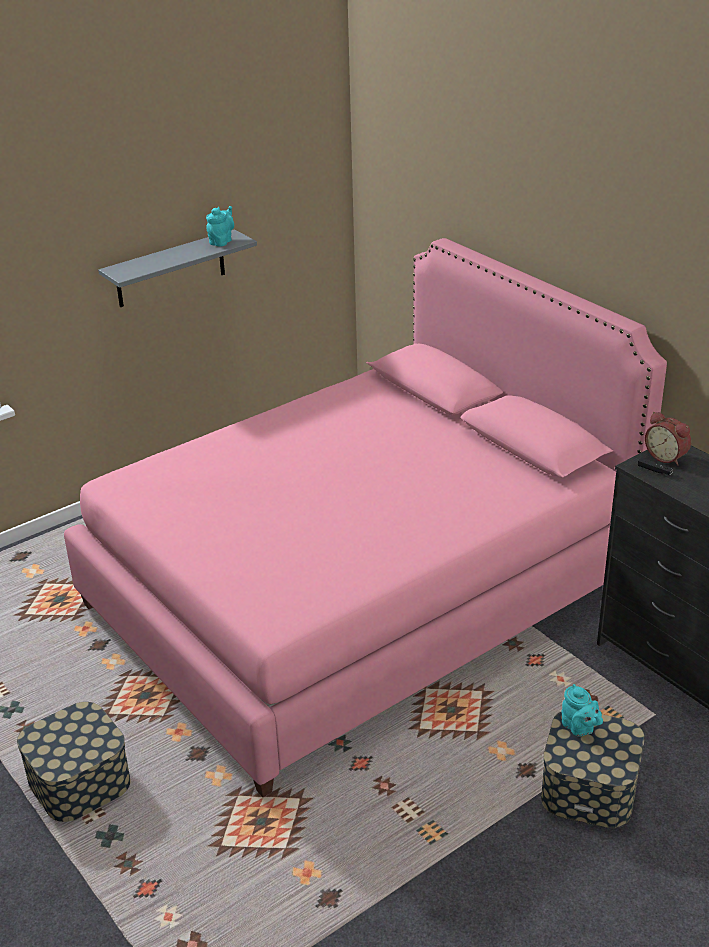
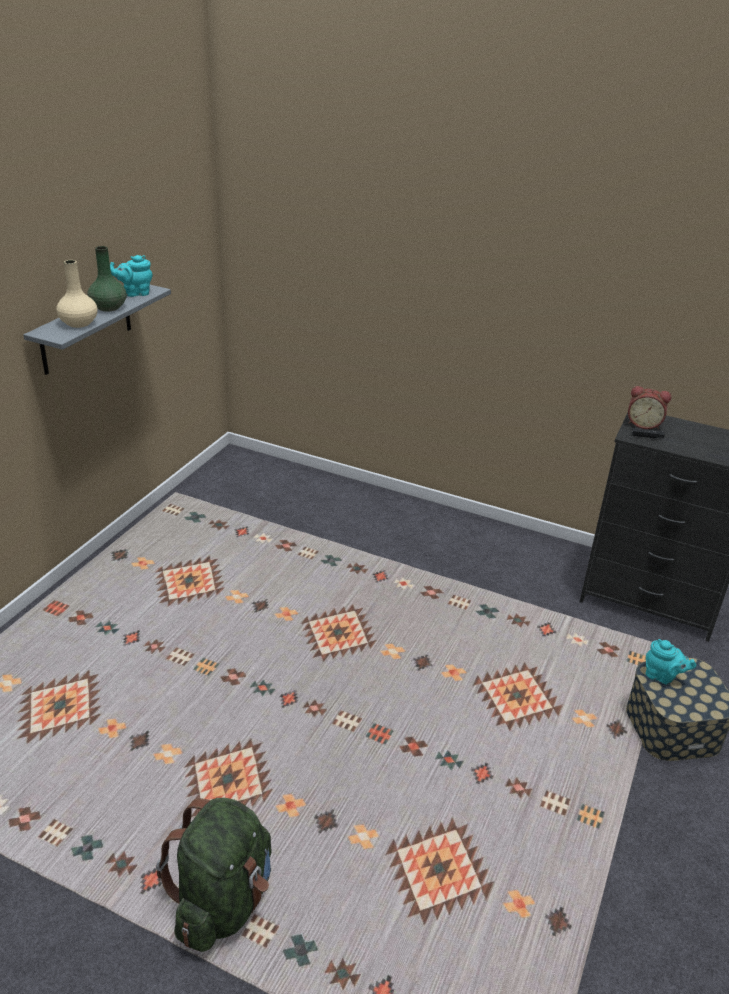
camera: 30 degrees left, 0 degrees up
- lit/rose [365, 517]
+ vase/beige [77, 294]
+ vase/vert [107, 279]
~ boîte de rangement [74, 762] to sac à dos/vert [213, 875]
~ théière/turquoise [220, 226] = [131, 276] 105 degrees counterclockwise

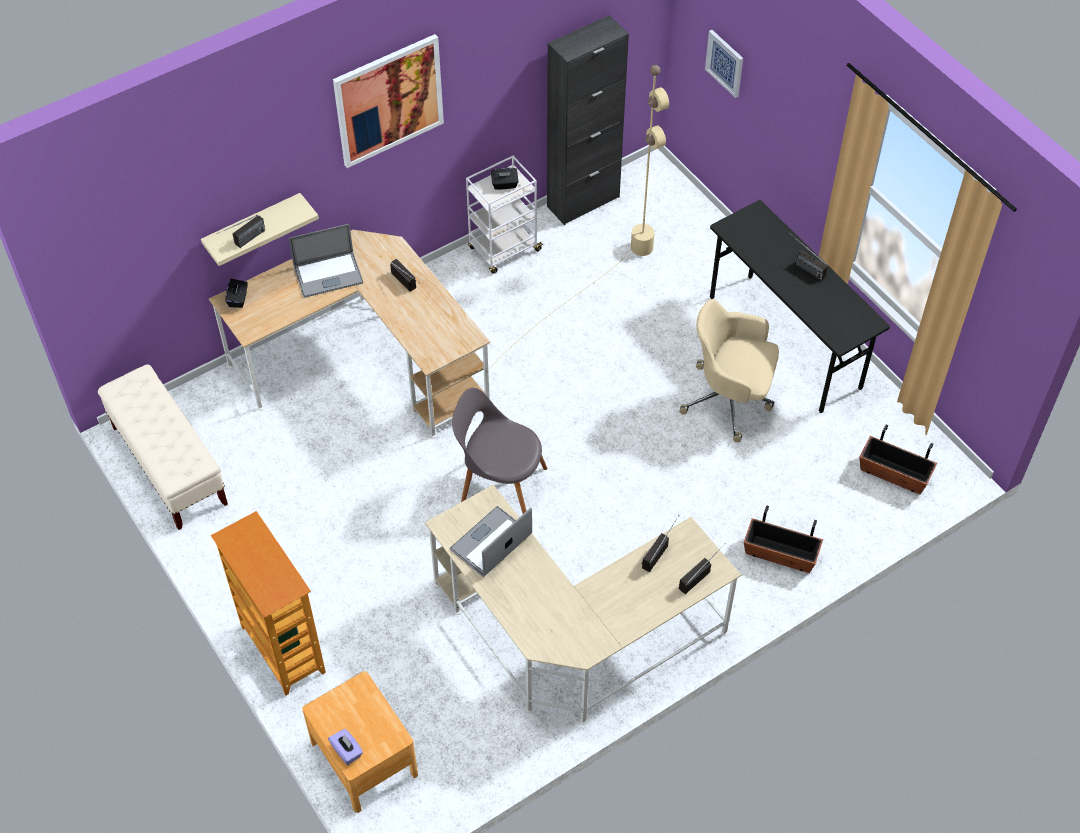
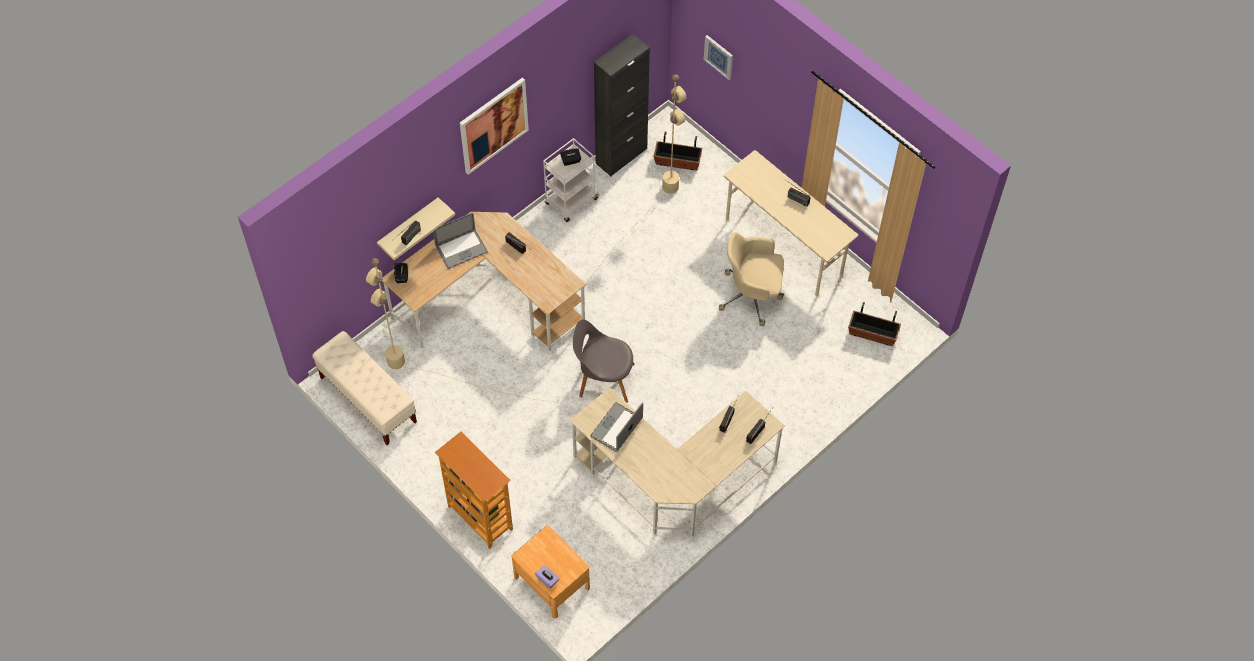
camera: 10 degrees left, 5 degrees up
+ lampadaire/beige [464, 330]
~ cache-pot [783, 539] to [678, 151]
~ bureau/noir [800, 306] to bureau/beige [790, 223]

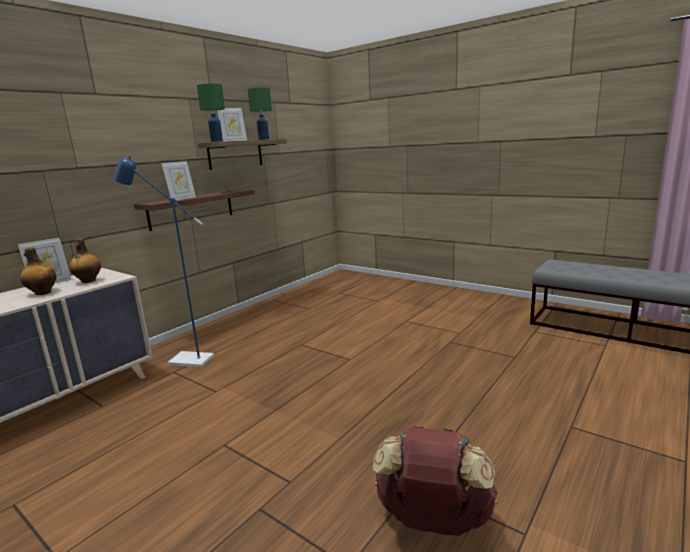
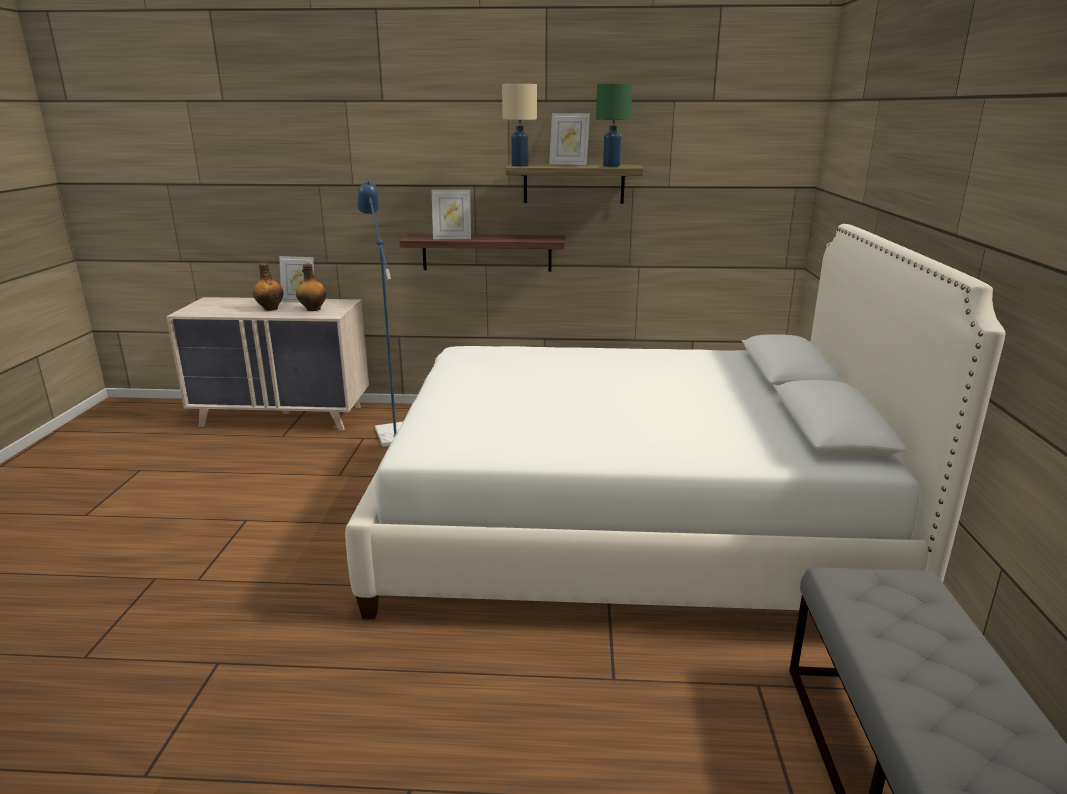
camera: 55 degrees right, 5 degrees up
- sac à dos/marron [435, 481]
+ lit/blanc [675, 422]
~ lampe de table/vert [211, 113] to lampe de table/beige [519, 125]

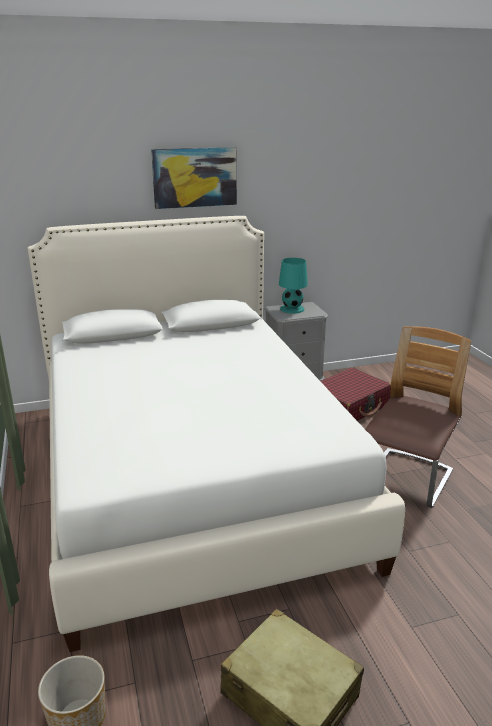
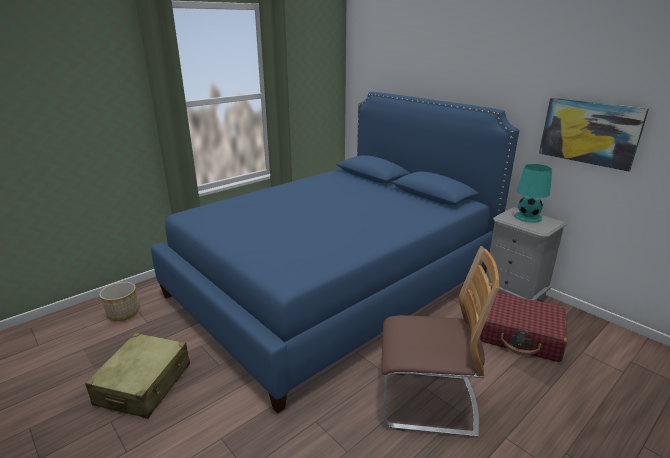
camera: 65 degrees right, 0 degrees up
~ tableau [194, 178] to [594, 135]
~ lit/blanc [216, 434] to lit/bleu [335, 252]

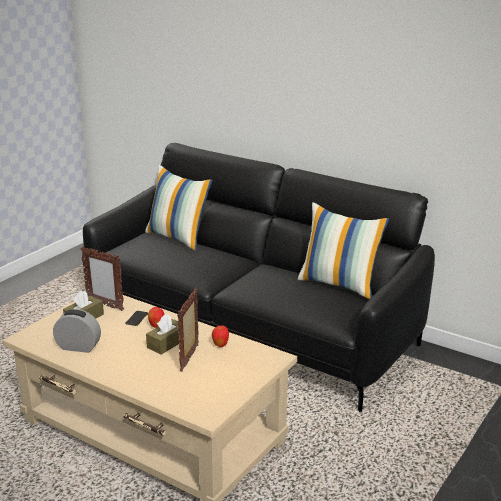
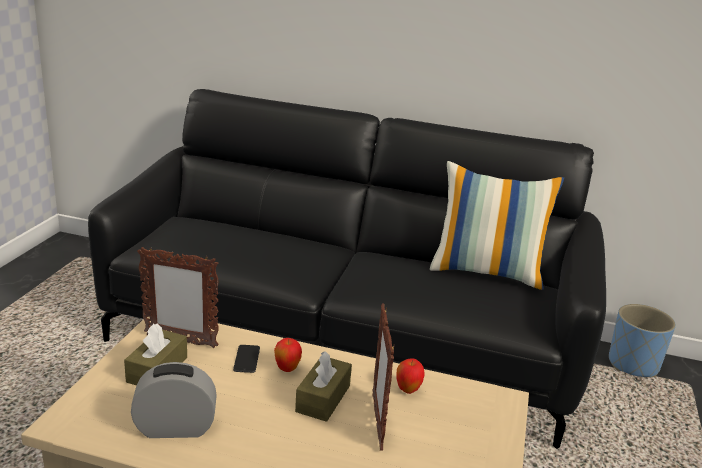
camera: 20 degrees left, 0 degrees up
- coussin [178, 208]
+ cache-pot/bleu [642, 340]

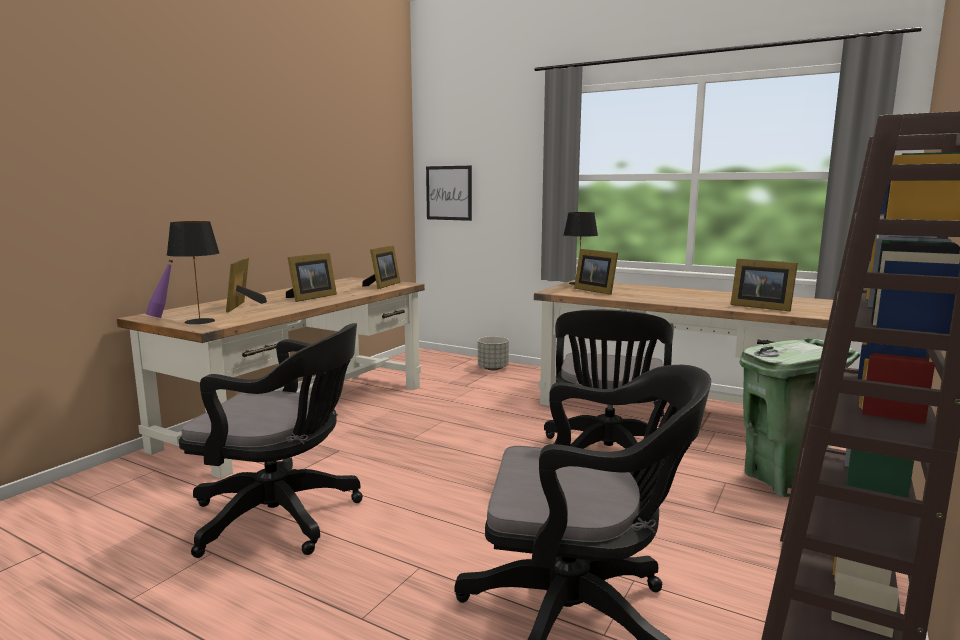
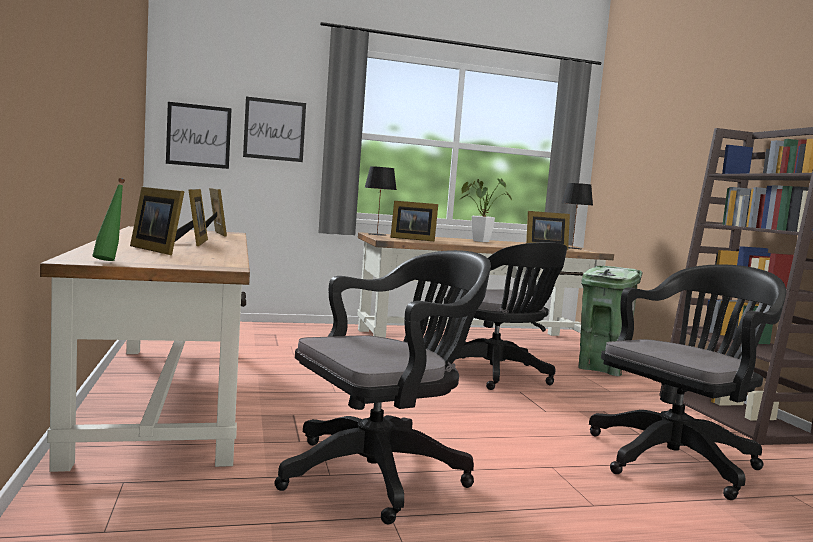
camera: 45 degrees left, 5 degrees down
- cache-pot/gris [493, 353]
+ tableau [274, 129]
+ plante en pot [485, 210]
~ lampe de table/noir [193, 273] to [577, 216]
~ bouteille/violet [159, 289] to bouteille/vert [108, 219]

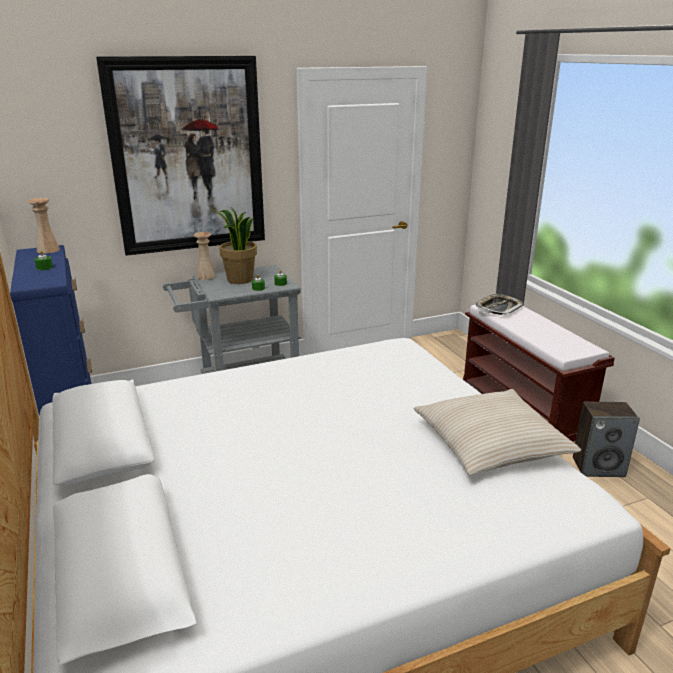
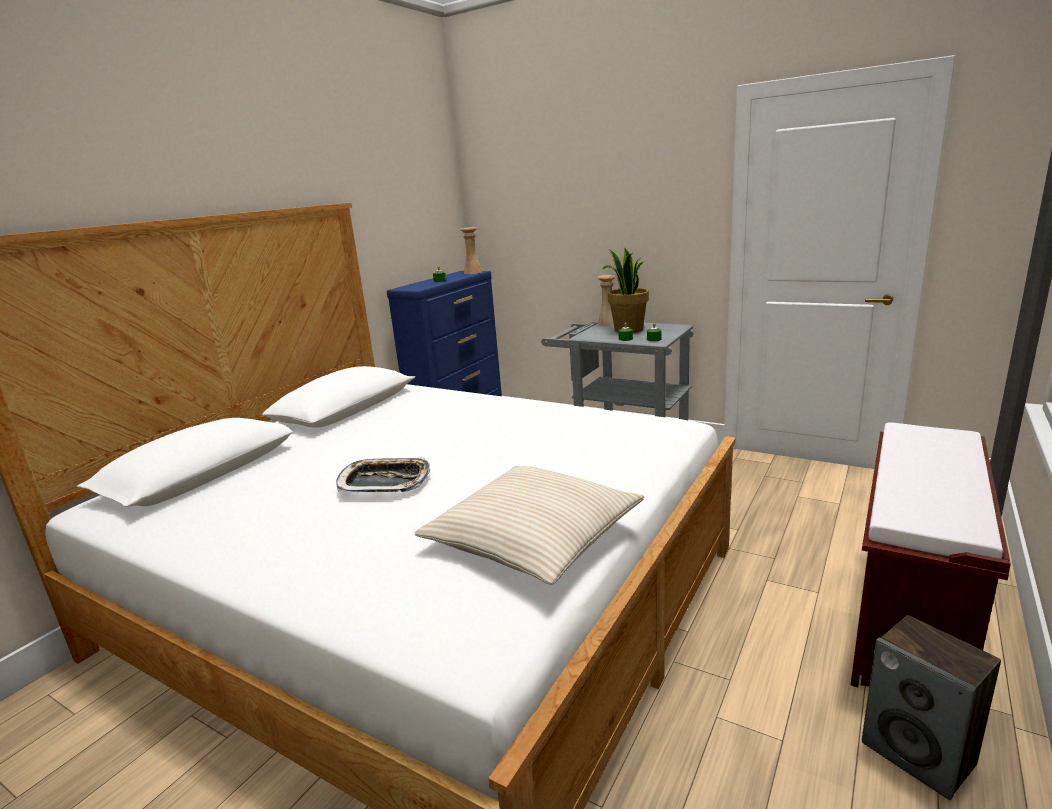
camera: 55 degrees right, 5 degrees down
- tableau [180, 156]
~ plateau [499, 304] to [383, 474]

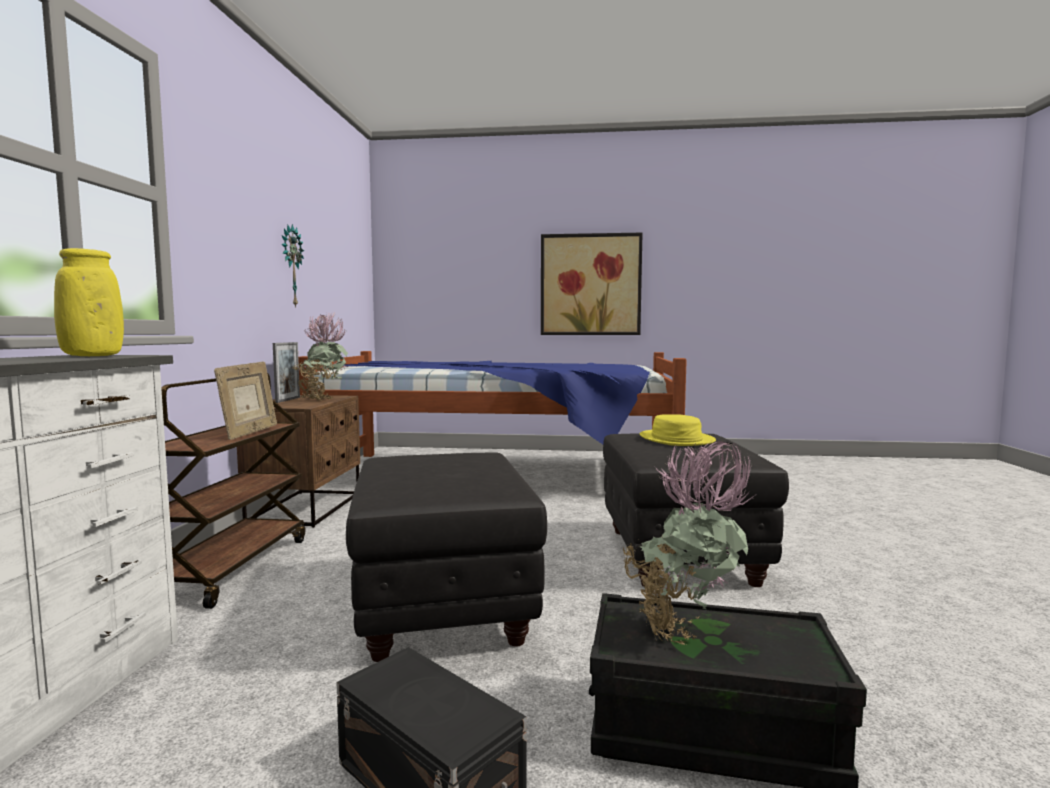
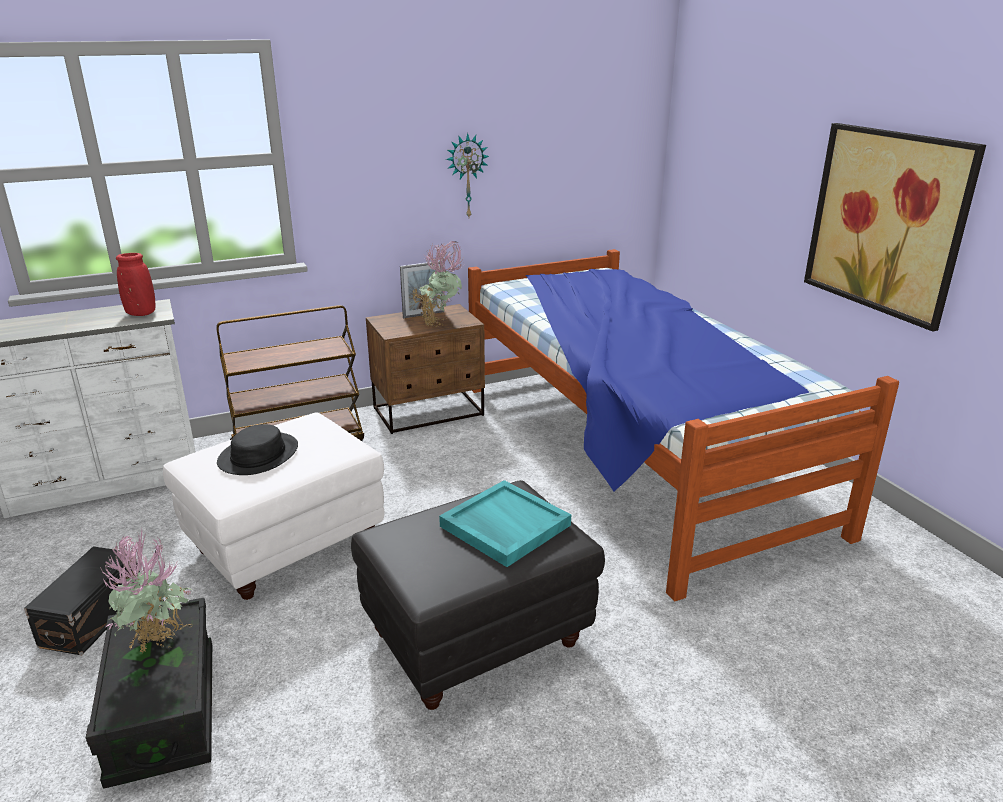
camera: 60 degrees right, 20 degrees up
- cadre photo [245, 401]
+ chapeau/noir [257, 449]
~ chapeau/jaune [677, 430] to plateau/turquoise [505, 523]
~ vase/jaune [89, 302] to vase/rouge [135, 284]
~ pouf/noir [446, 557] to pouf/blanc [274, 506]

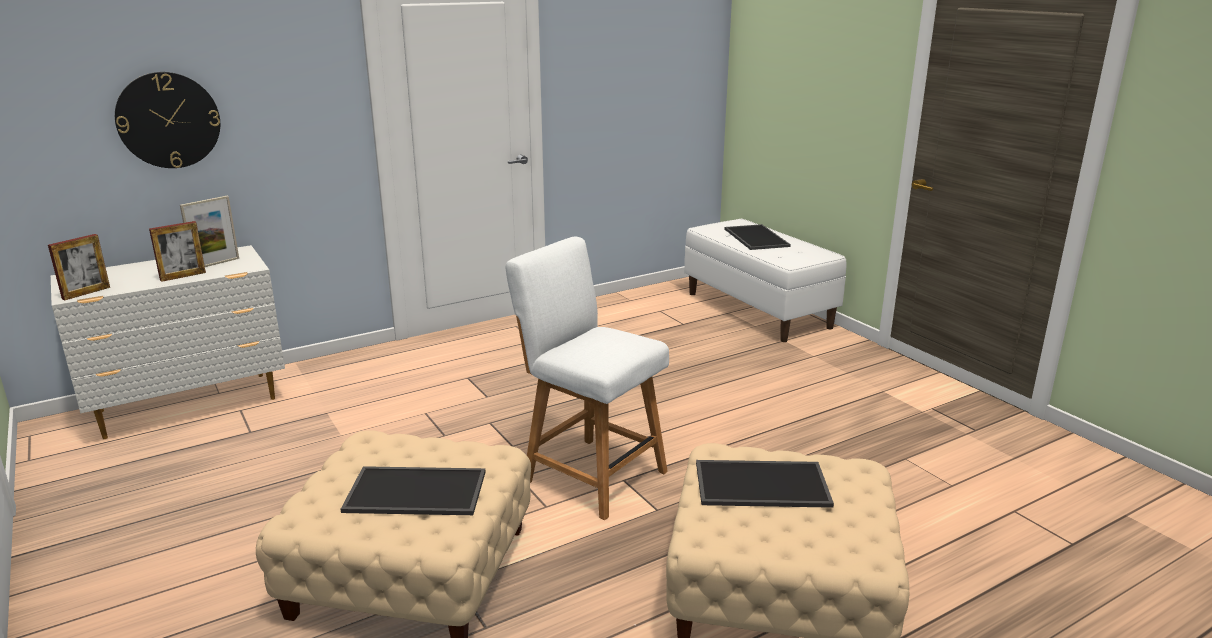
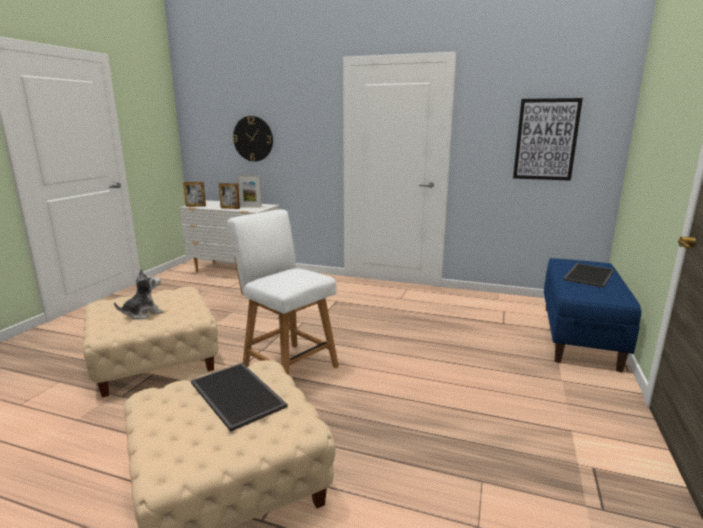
camera: 50 degrees right, 5 degrees down
+ tableau [548, 139]
~ plateau [413, 490] to peluche [138, 294]
~ banc/blanc [765, 280] to banc/bleu [592, 315]
~ chaise/blanc [587, 378] = [283, 292] 45 degrees counterclockwise

